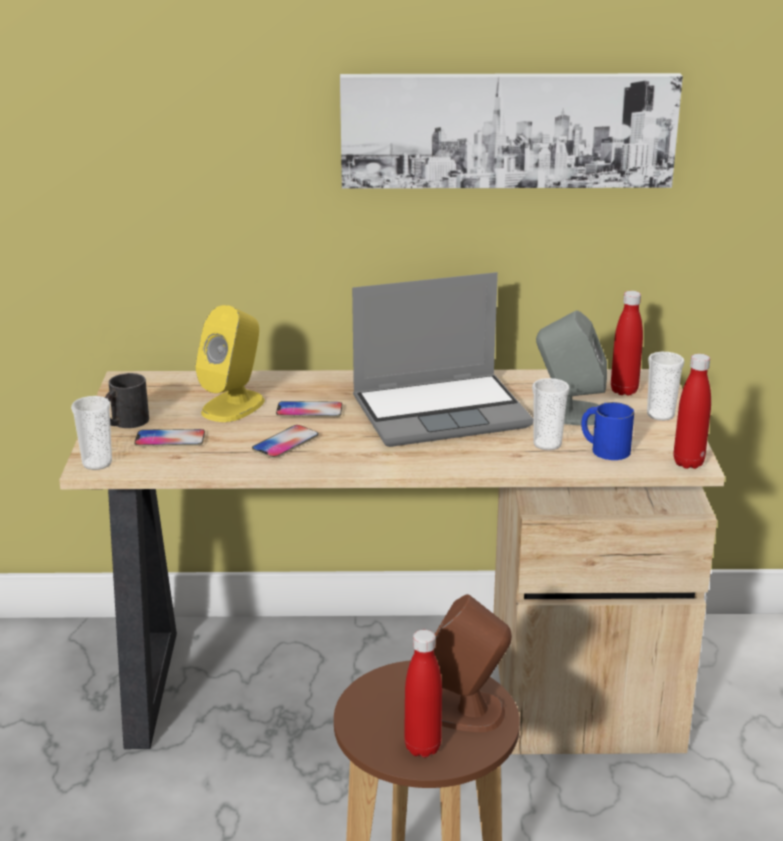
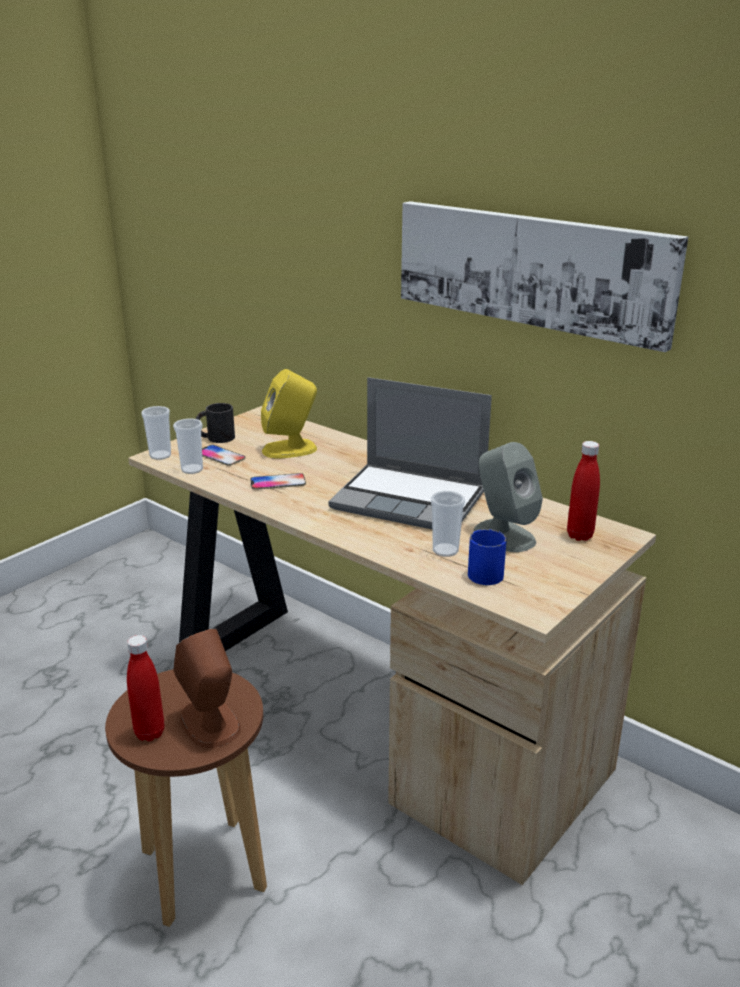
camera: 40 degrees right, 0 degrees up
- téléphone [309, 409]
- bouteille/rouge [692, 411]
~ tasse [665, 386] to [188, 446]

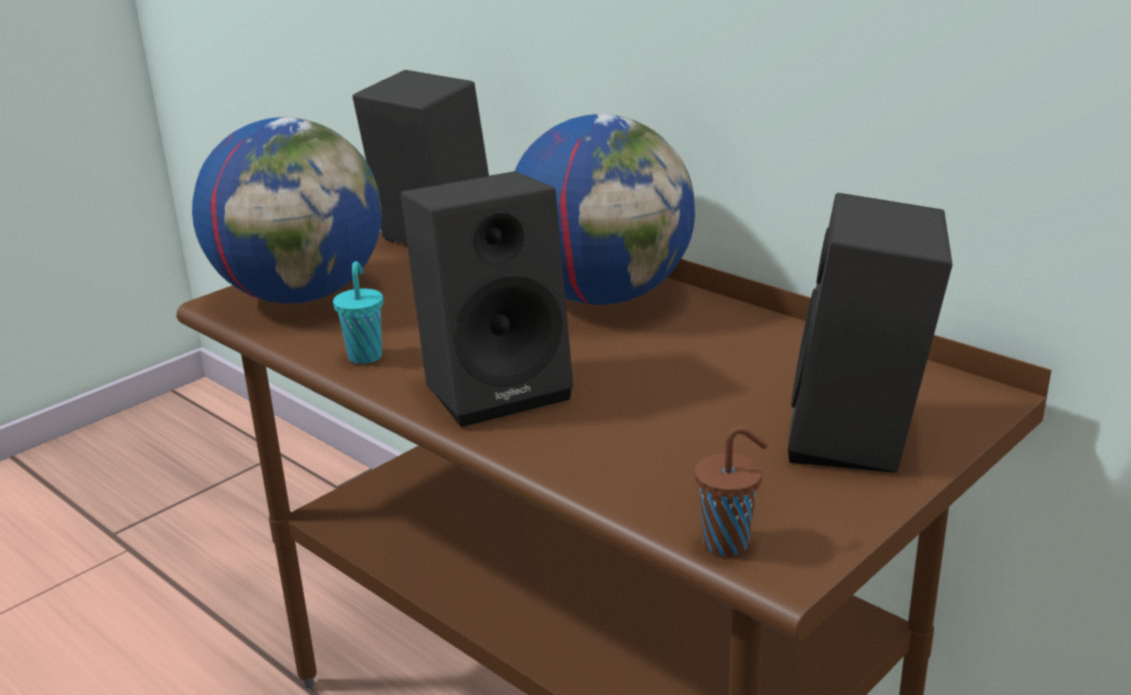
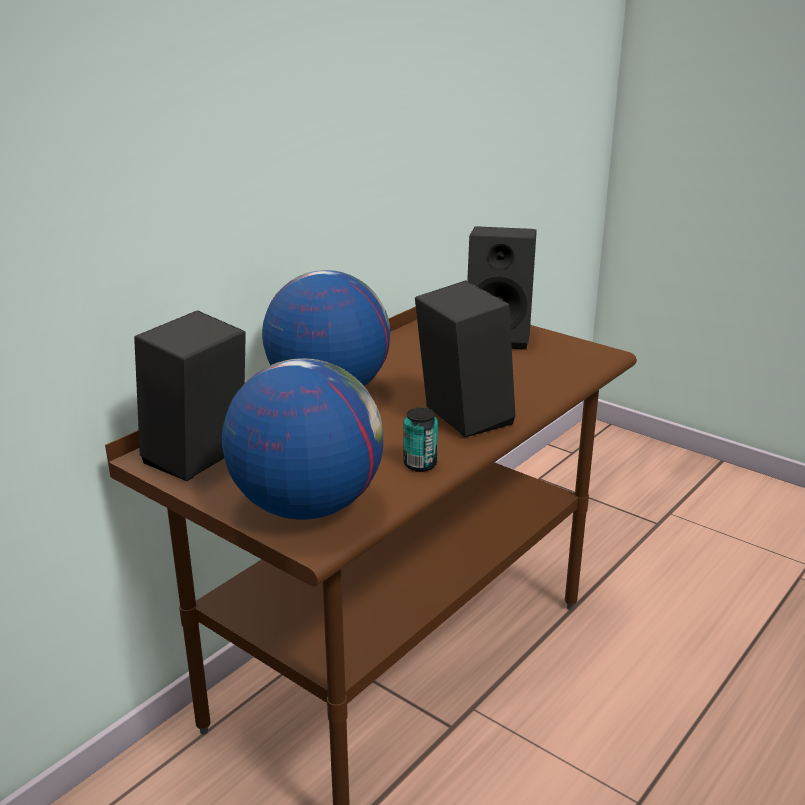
camera: 95 degrees left, 0 degrees up
- tasse/marron [731, 491]
~ tasse/turquoise [358, 312] to boîte métallique [421, 439]

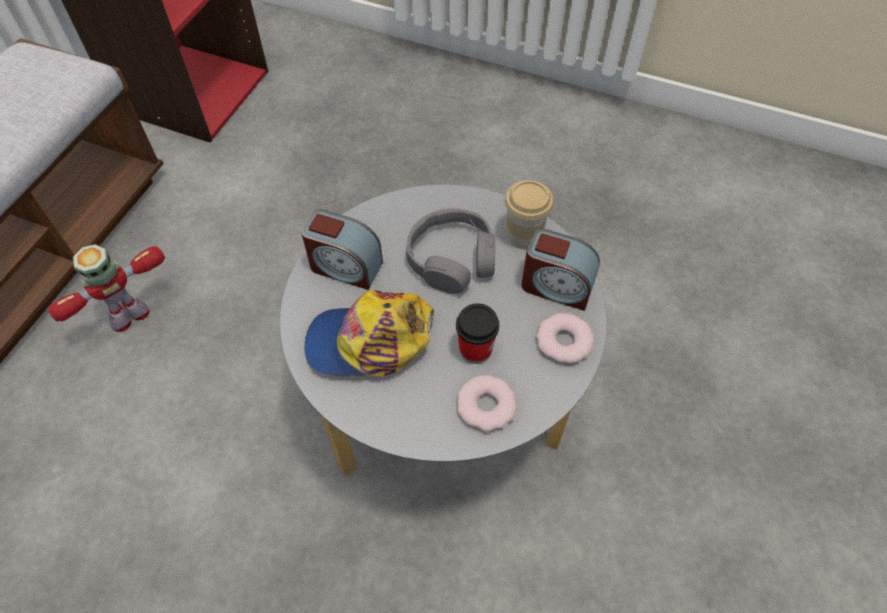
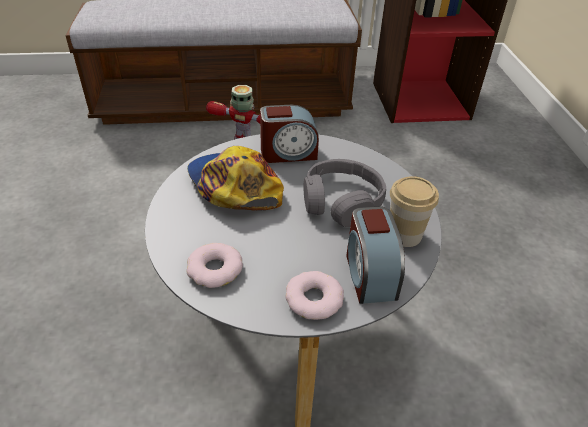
camera: 60 degrees right, 15 degrees down
- tasse [477, 333]
~ réveil [342, 249] = [289, 134] 90 degrees counterclockwise

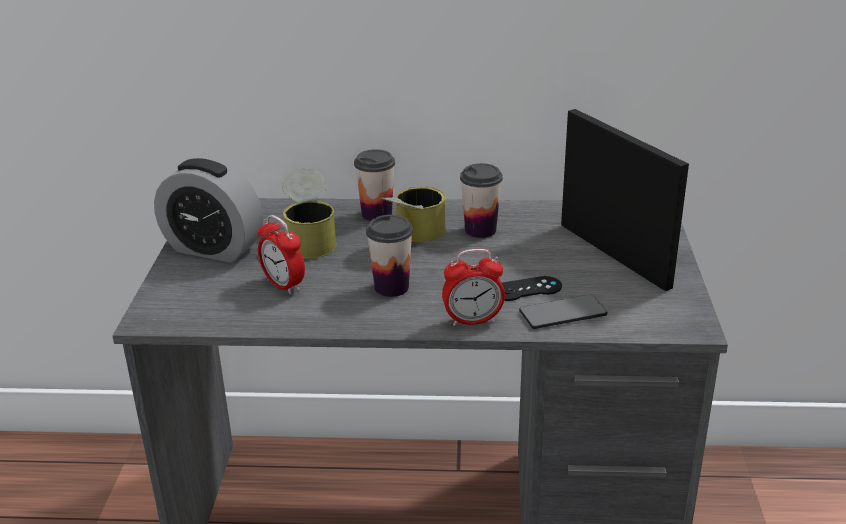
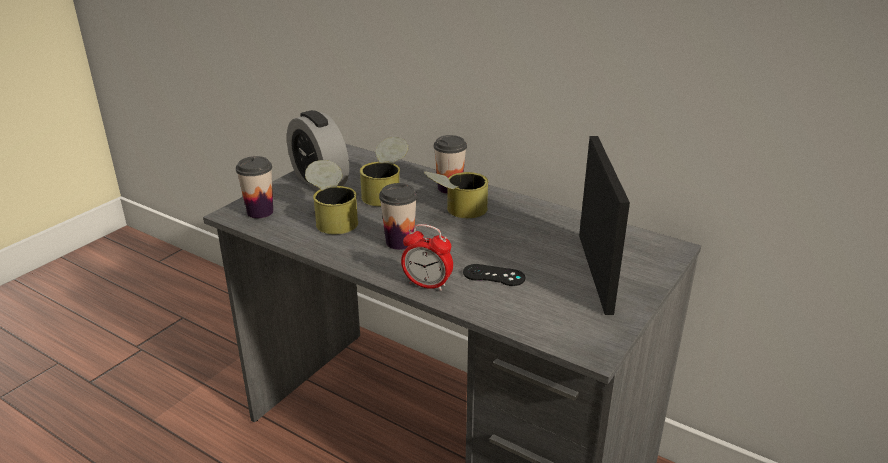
camera: 30 degrees right, 0 degrees up
- téléphone [563, 311]
~ tasse [481, 200] to [254, 187]
~ réveil [281, 255] to boîte métallique [331, 197]

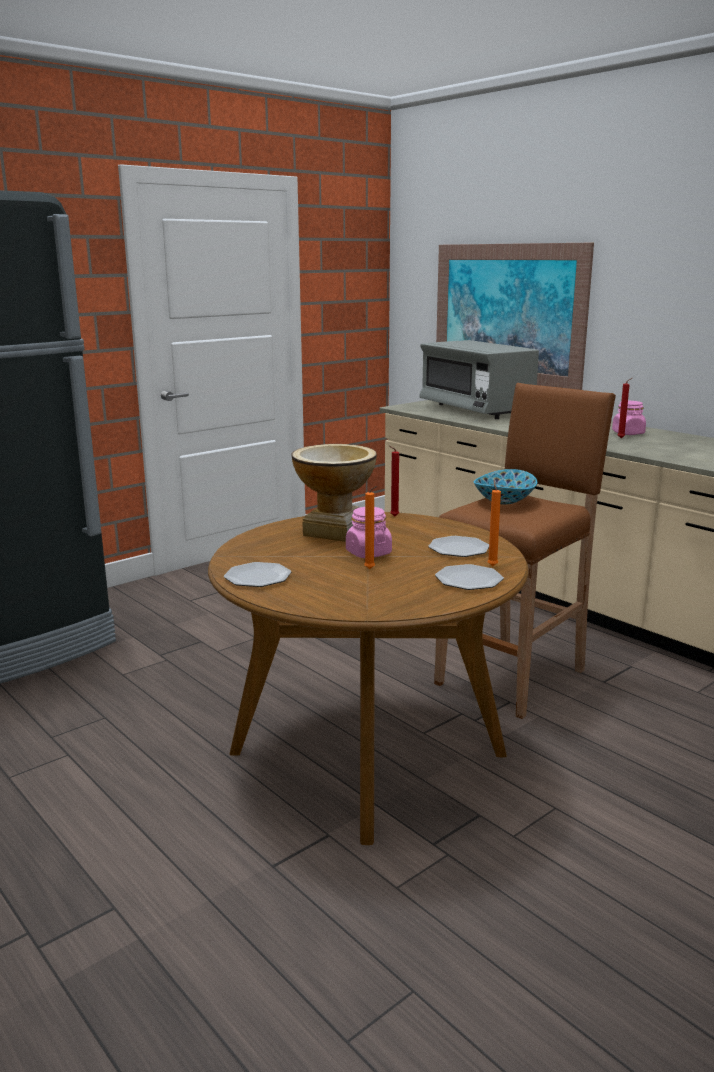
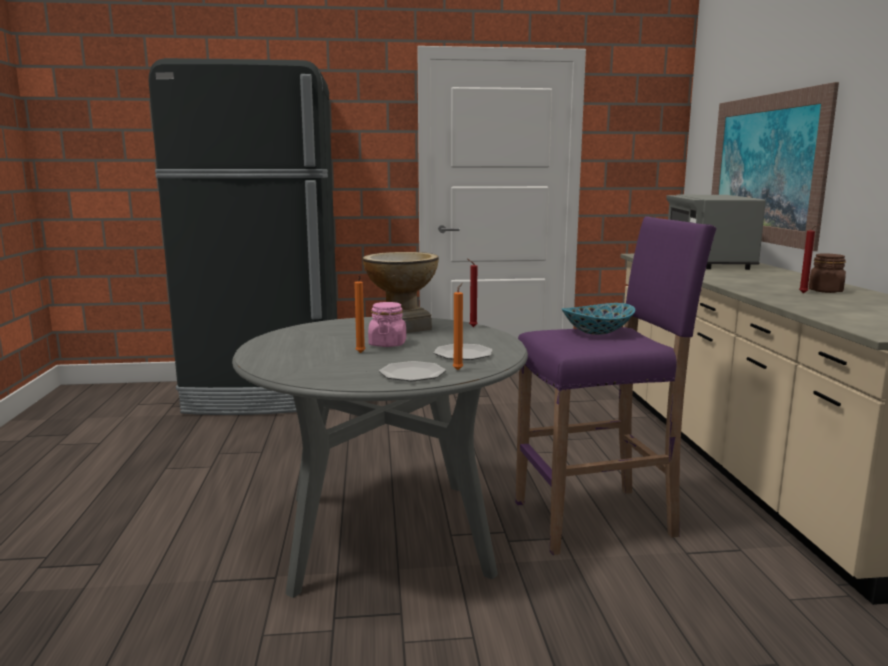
camera: 35 degrees right, 5 degrees down
- assiette [257, 574]
~ table à manger/marron [368, 678] to table à manger/gris [380, 457]
~ tabouret/marron [525, 551] to tabouret/violet [615, 385]
~ bocal/rose [629, 418] to bocal/marron [827, 273]

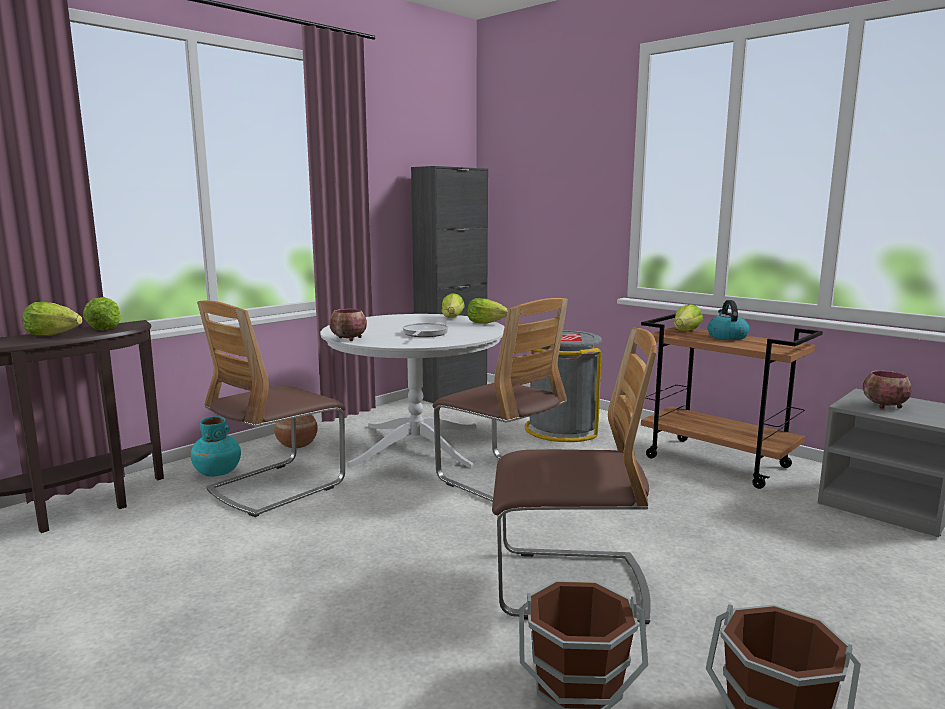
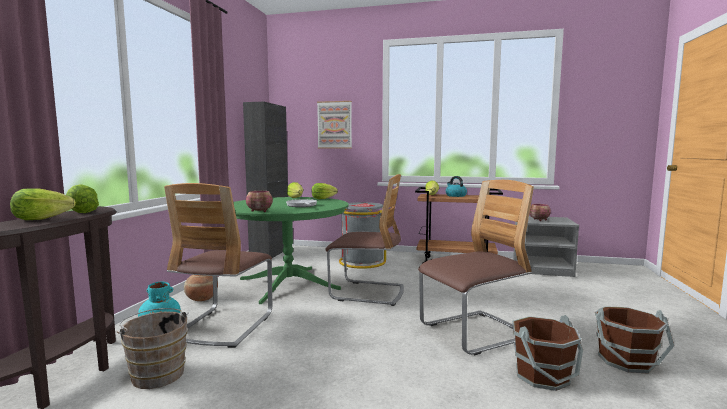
camera: 30 degrees left, 5 degrees down
+ seau/marron [153, 348]
+ tableau [334, 125]
~ table à manger/blanc [412, 391] to table à manger/vert [291, 250]

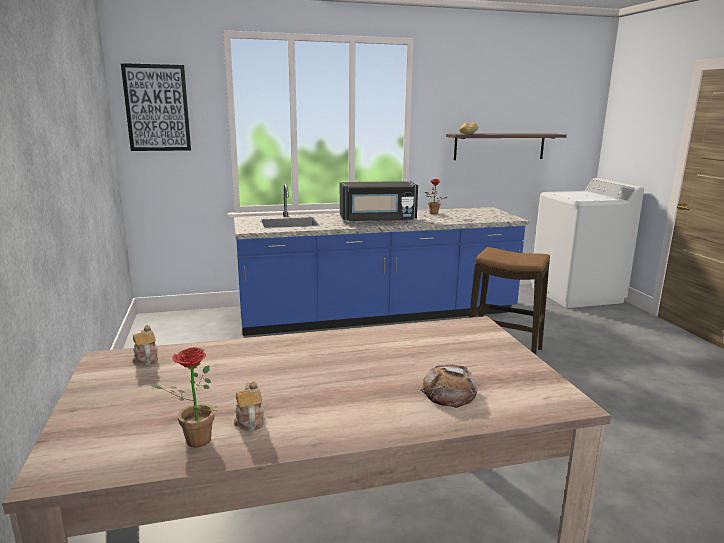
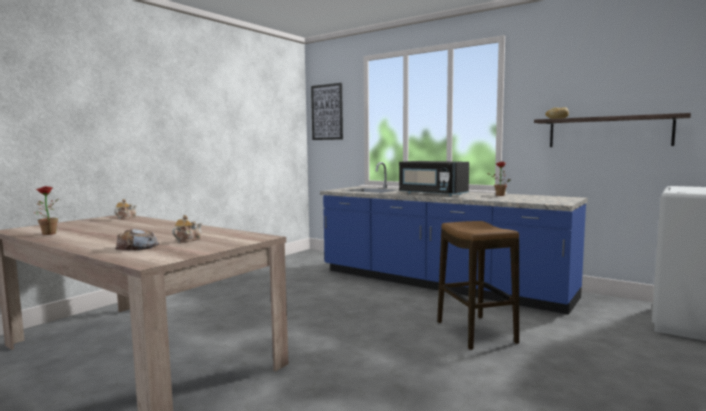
camera: 50 degrees right, 10 degrees down
~ théière [249, 406] to [187, 229]

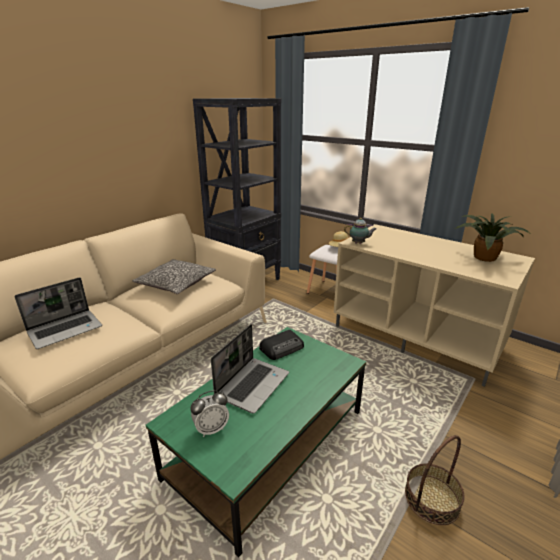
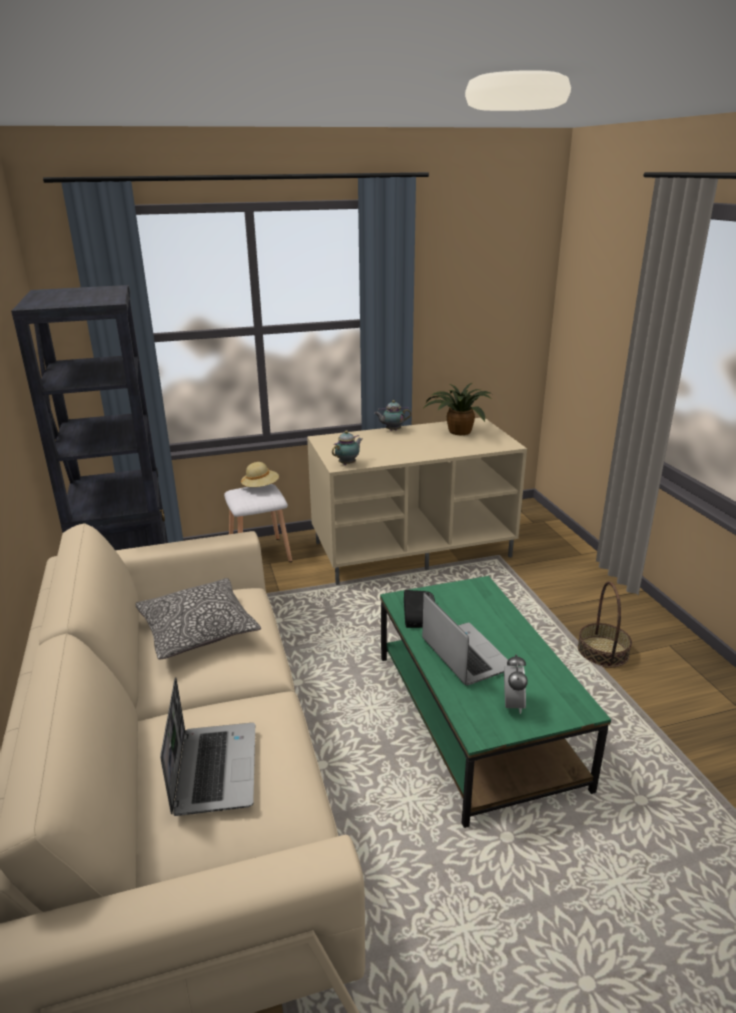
camera: 55 degrees left, 0 degrees up
+ théière [392, 415]

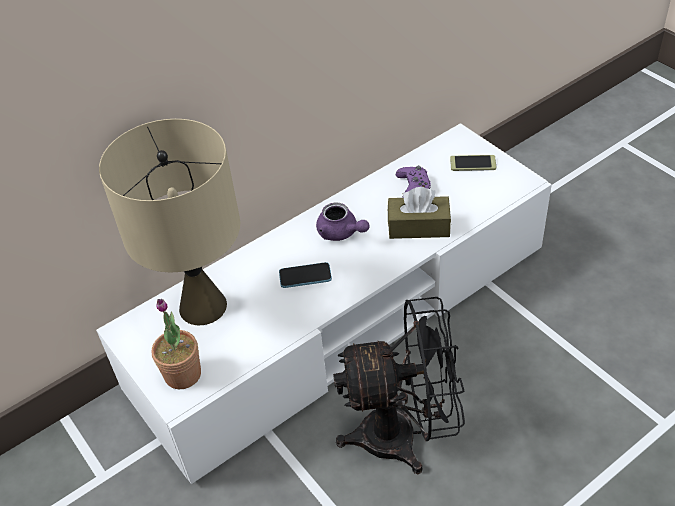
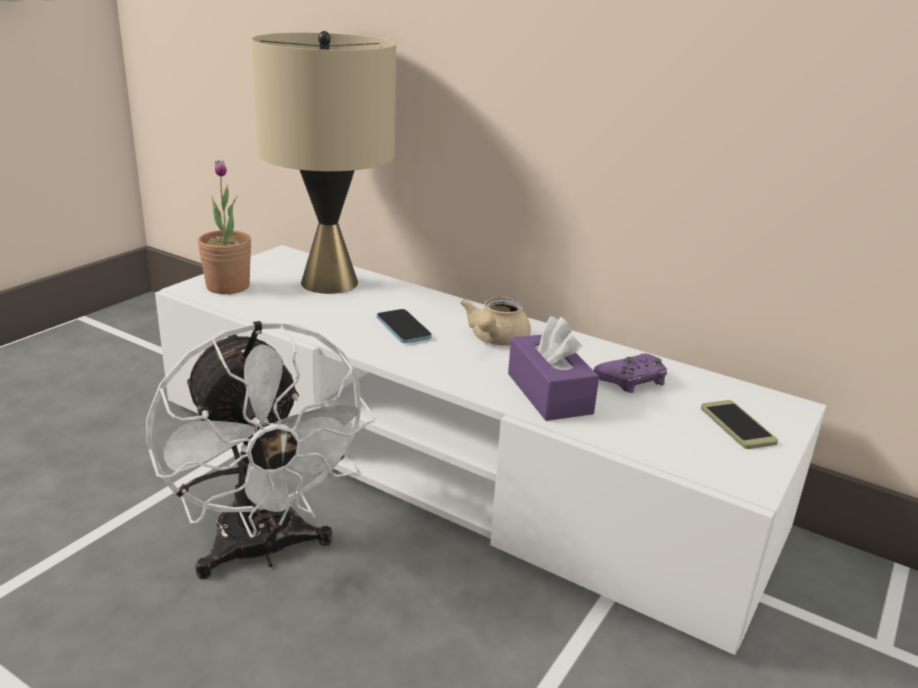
camera: 65 degrees right, 20 degrees down
~ théière/violet [343, 221] to théière/beige [495, 321]
~ ventilateur/noir [399, 385] to ventilateur/blanc [261, 450]
~ boîte à mouchoirs/marron [419, 213] to boîte à mouchoirs/violet [553, 368]

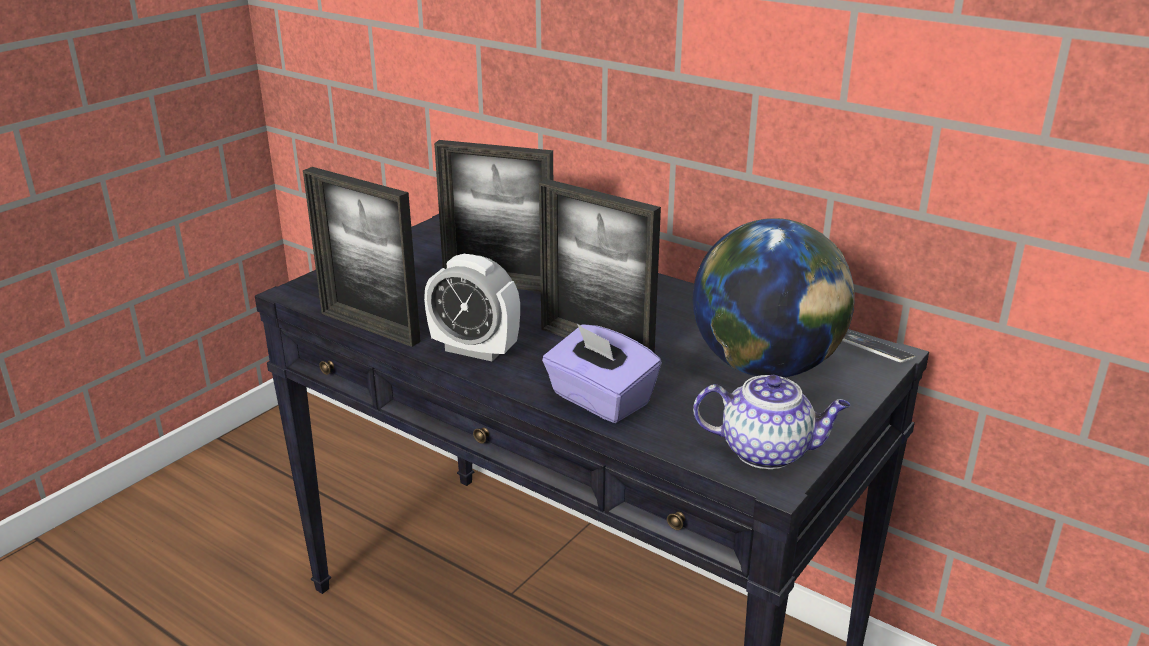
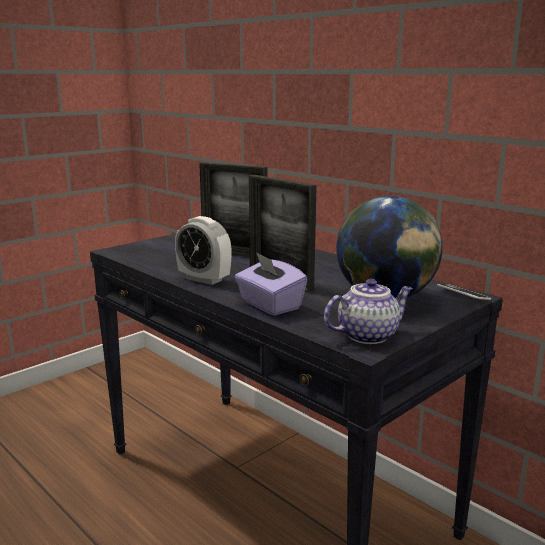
camera: 10 degrees right, 10 degrees down
- cadre photo [362, 257]
~ théière [771, 422] = [368, 311] 45 degrees counterclockwise

